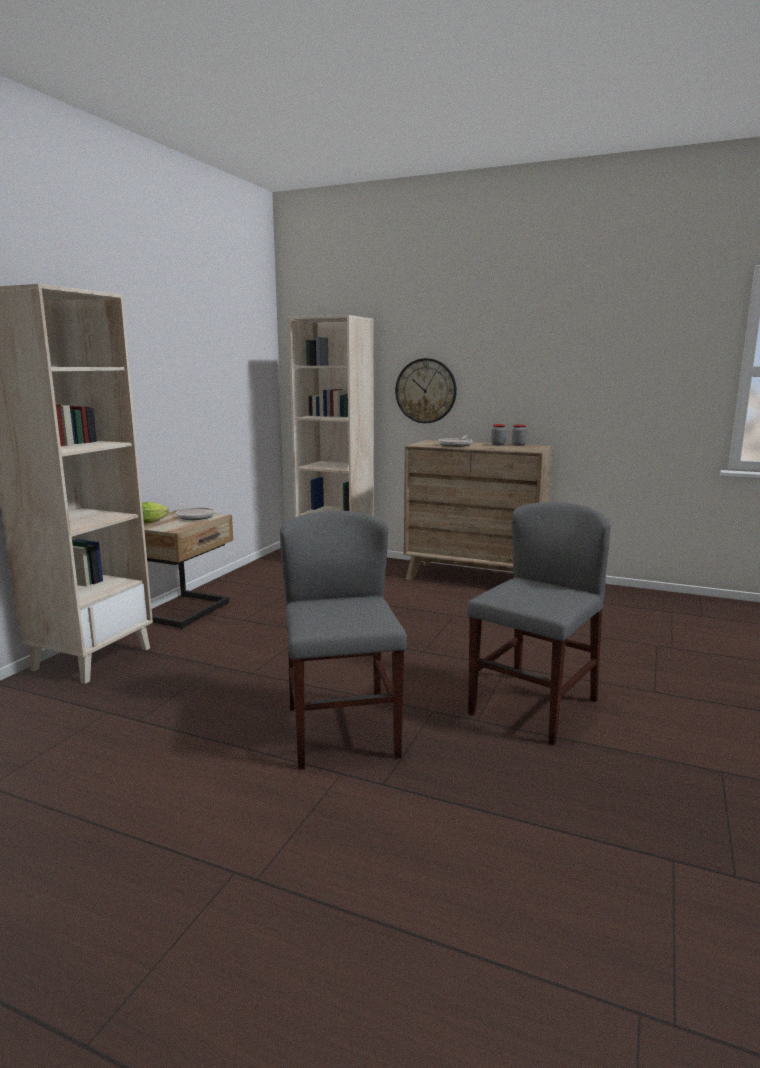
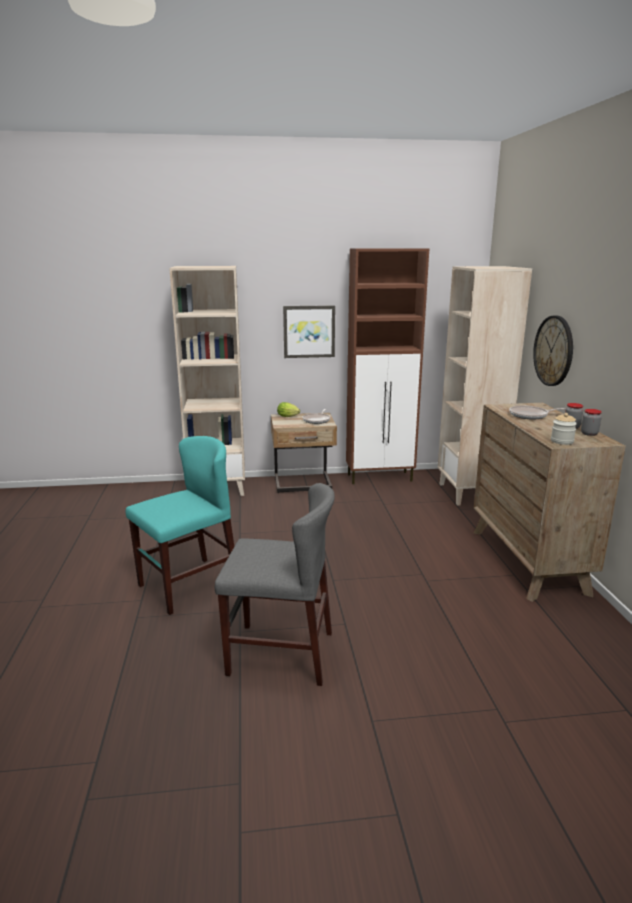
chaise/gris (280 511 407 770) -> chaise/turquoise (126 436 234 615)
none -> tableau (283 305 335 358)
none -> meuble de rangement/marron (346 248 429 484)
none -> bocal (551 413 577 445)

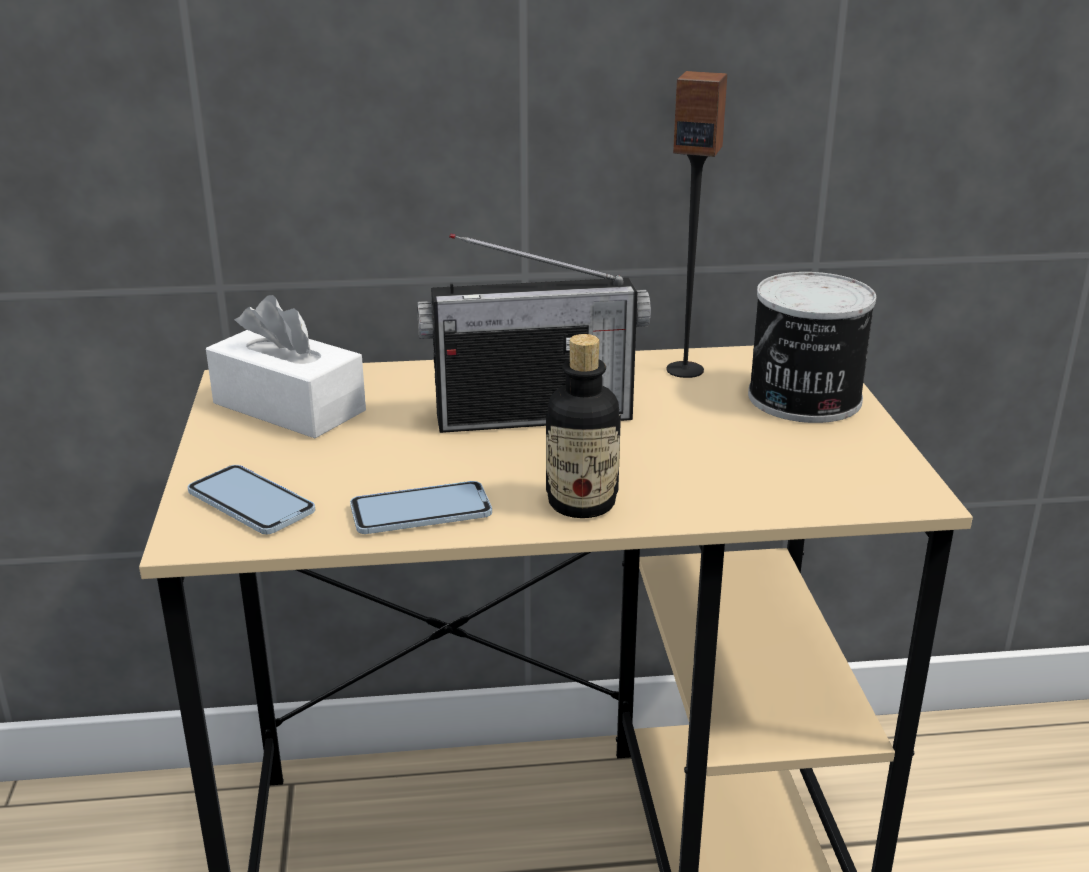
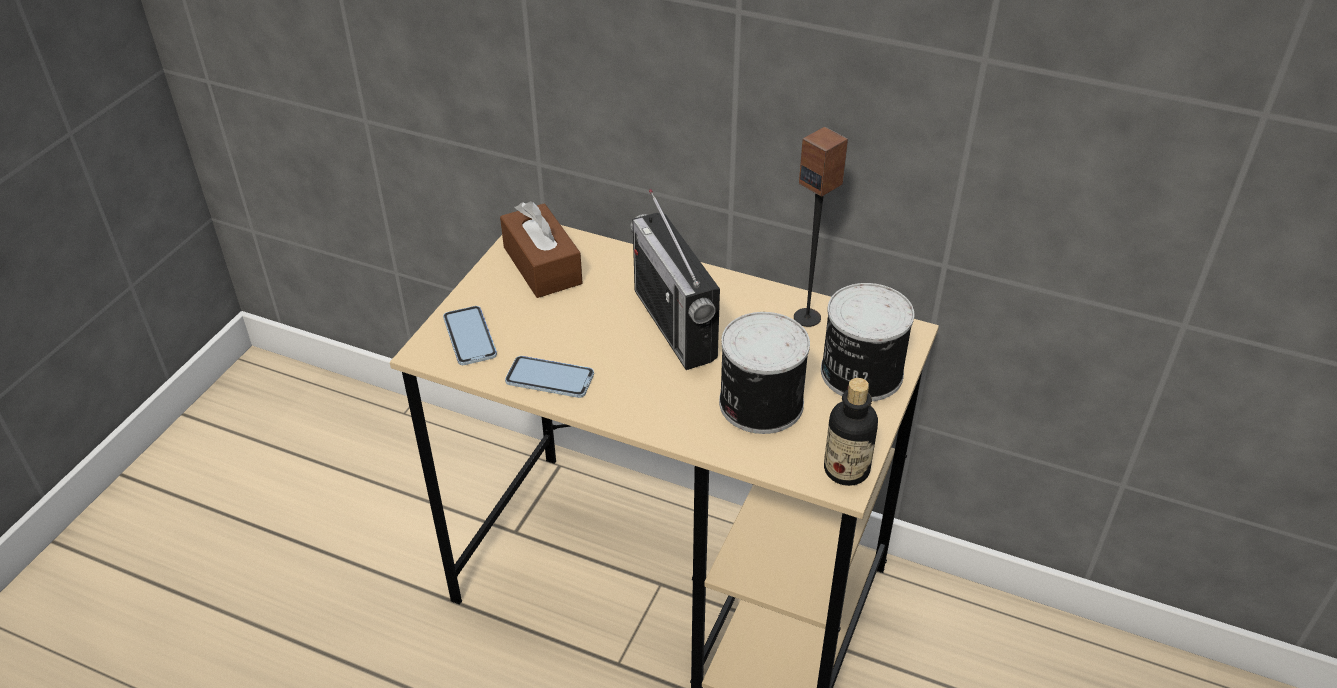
boîte à mouchoirs/blanc (206 295 366 438) -> boîte à mouchoirs/marron (500 201 582 298)
radio (417 233 651 433) -> radio (630 189 720 370), 45 degrees clockwise
bouteille (546 334 621 518) -> bouteille (824 378 878 486), relocated
none -> boîte métallique (719 312 810 434)

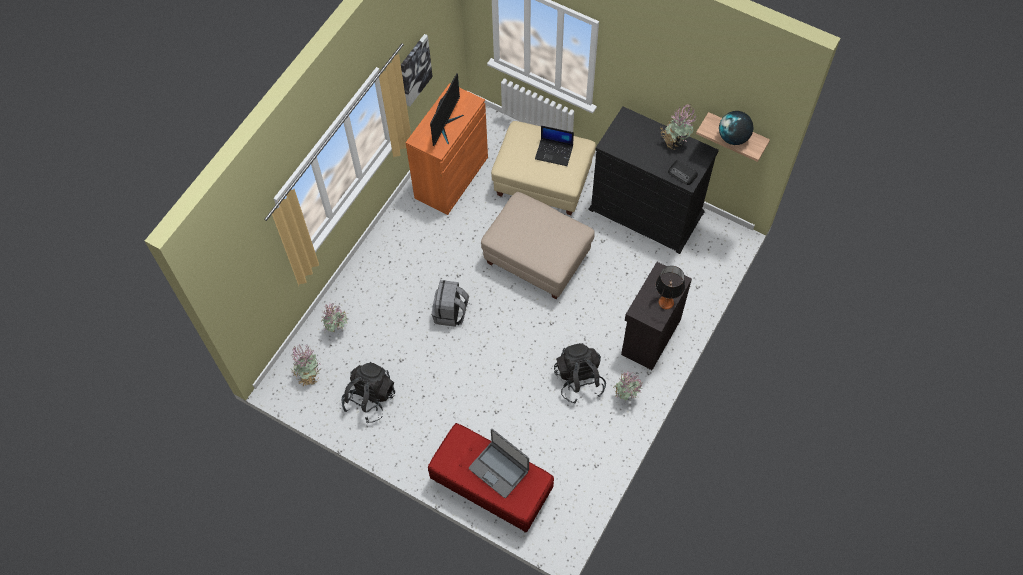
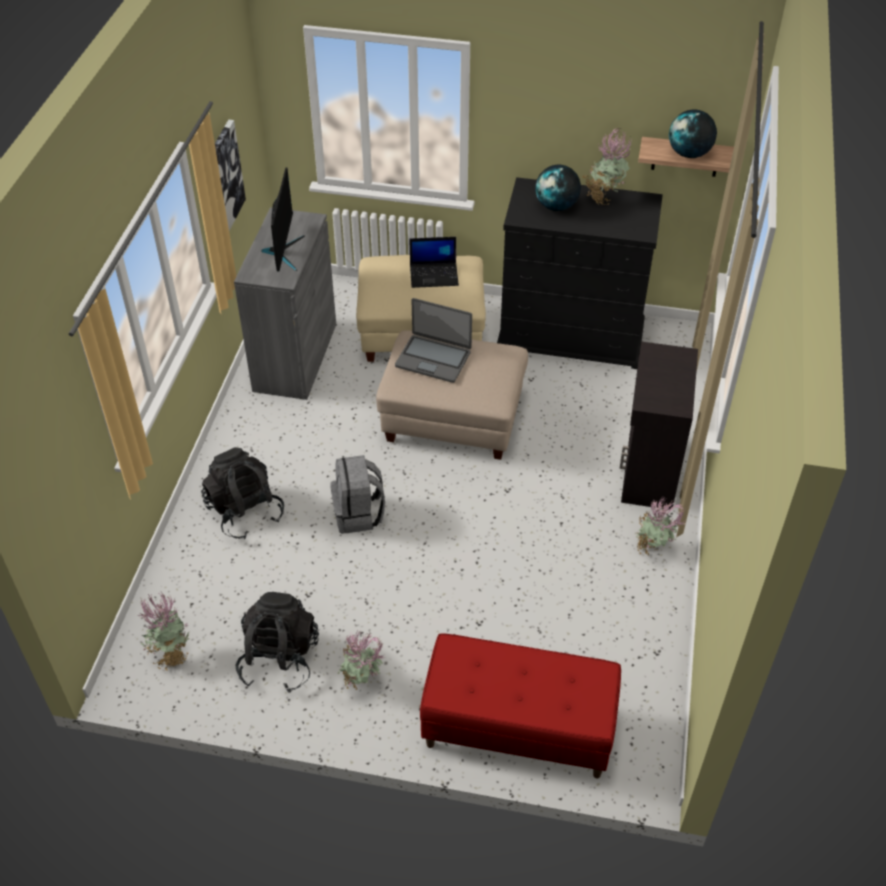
plante en pot (321 303 348 332) -> plante en pot (338 629 386 690), relocated
meuble de rangement/orange (406 83 488 215) -> meuble de rangement/gris (234 207 336 400)
ordinateur portable (469 429 529 498) -> ordinateur portable (395 298 472 383), relocated
sac à dos/noir (554 343 606 403) -> sac à dos/noir (201 447 284 539), relocated
lampe de table (656 266 685 309) -> none
radio (668 160 698 185) -> none
none -> globe (535 165 581 211)

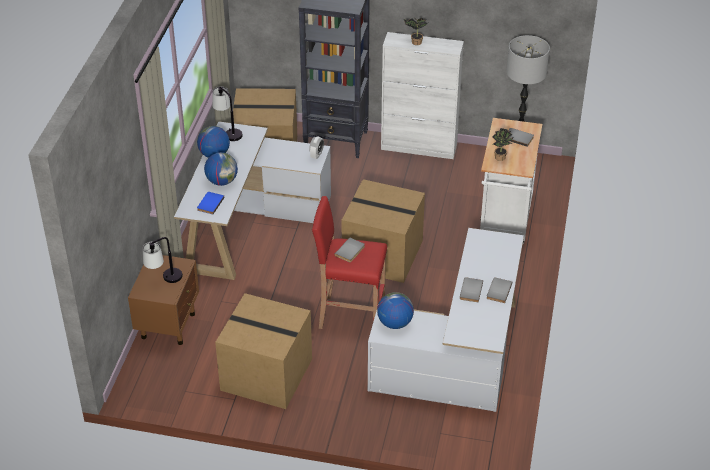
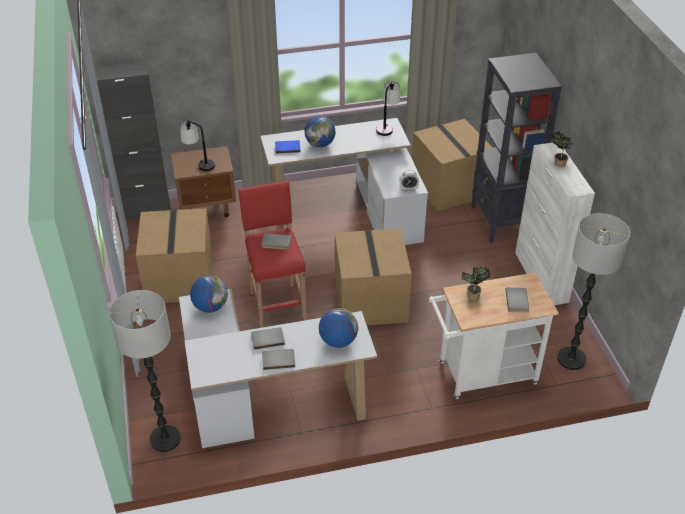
globe (197 126 230 158) -> globe (319 308 358 348), relocated
none -> meuble de rangement/noir (94 62 171 220)
none -> lampadaire (109 290 181 452)

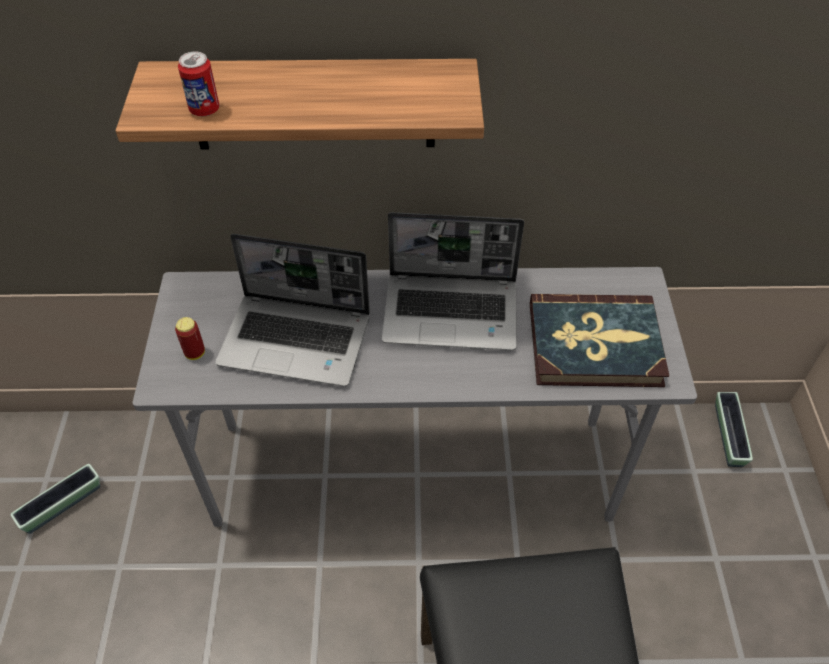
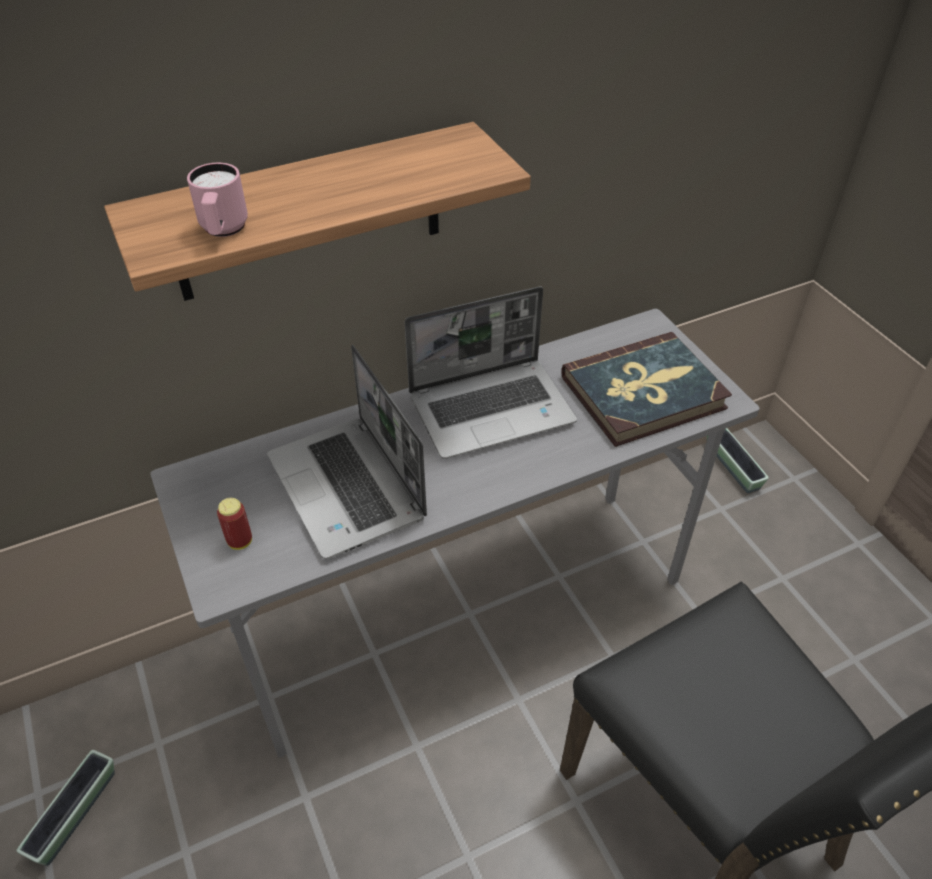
boîte métallique (178 51 219 116) -> mug/rose (187 163 248 237)
ordinateur portable (216 234 370 387) -> ordinateur portable (267 345 427 559), 75 degrees clockwise

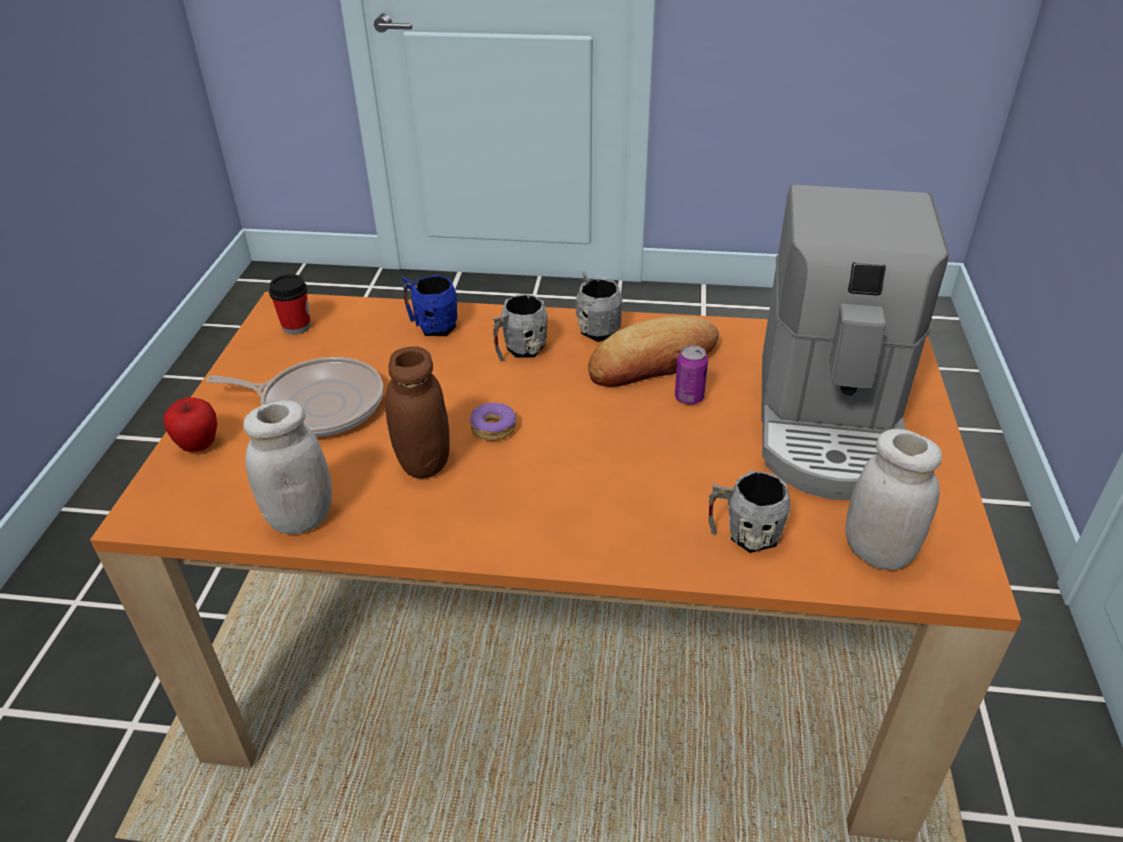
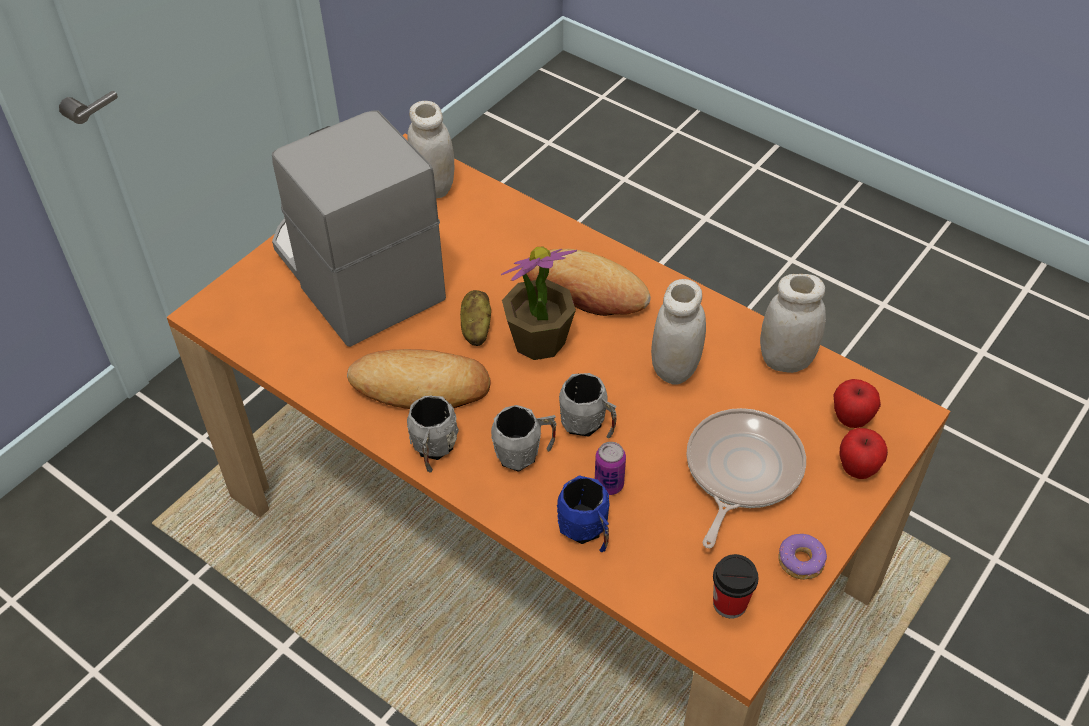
poêle (206 357 383 437) -> poêle (686 408 806 548), 75 degrees clockwise
bocal/marron (385 346 450 479) -> bocal/blanc (651 279 706 385)
beignet (470 402 516 441) -> beignet (778 534 827 580), relocated
boîte métallique (675 345 708 405) -> boîte métallique (595 442 626 495), relocated
mug/gris (709 471 791 553) -> mug/gris (559 373 617 439), relocated
machine à café (761 185 949 500) -> machine à café (272 111 446 347), 75 degrees counterclockwise
none -> pomme de terre (460 290 491 346)
none -> plante en pot (501 247 577 360)
none -> pain (526 249 651 316)
none -> pomme (833 379 881 428)

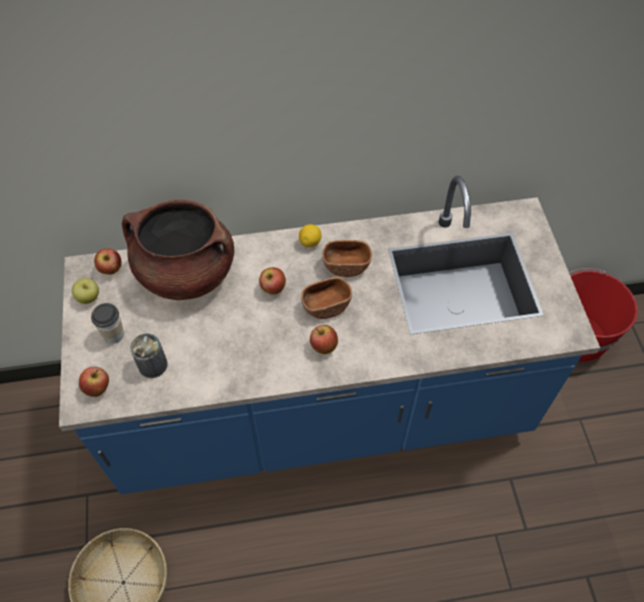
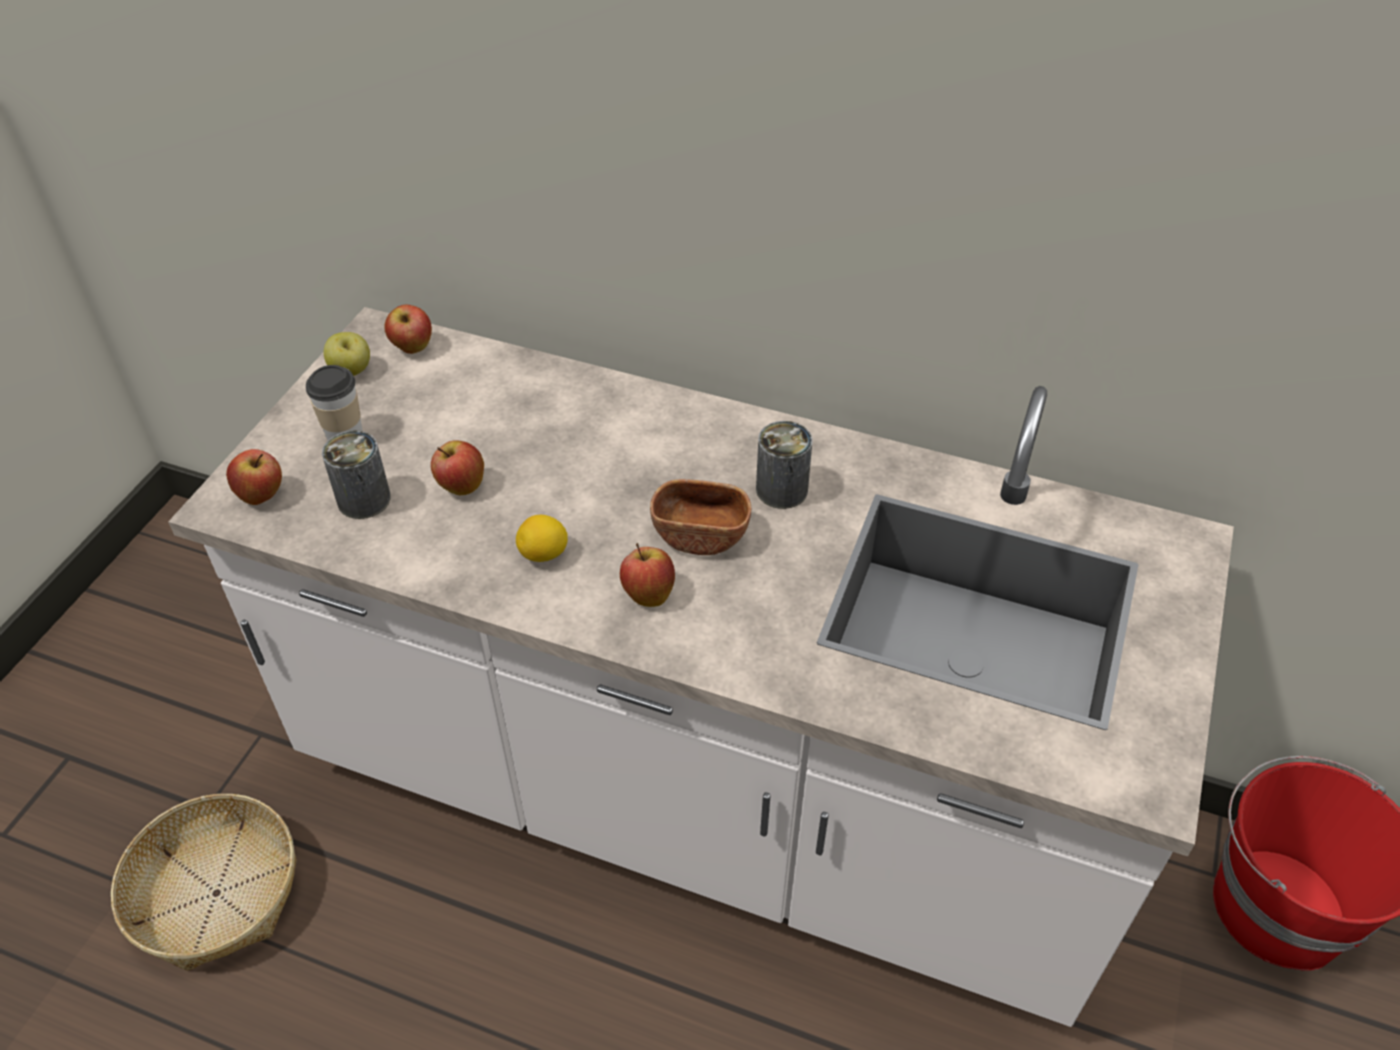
comptoir de cuisine/bleu (59 176 600 494) -> comptoir de cuisine/blanc (168 307 1234 1027)
marmite/marron (122 200 234 300) -> none
pomme (259 267 286 295) -> pomme (431 440 484 495), relocated
citron (299 224 322 247) -> citron (516 515 568 562), relocated
bol/marron (322 240 372 277) -> boîte métallique (756 421 813 509)

